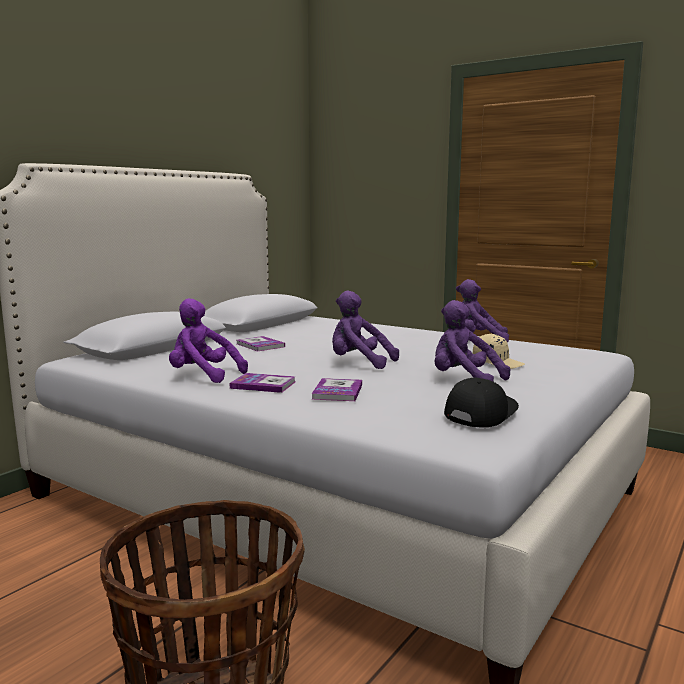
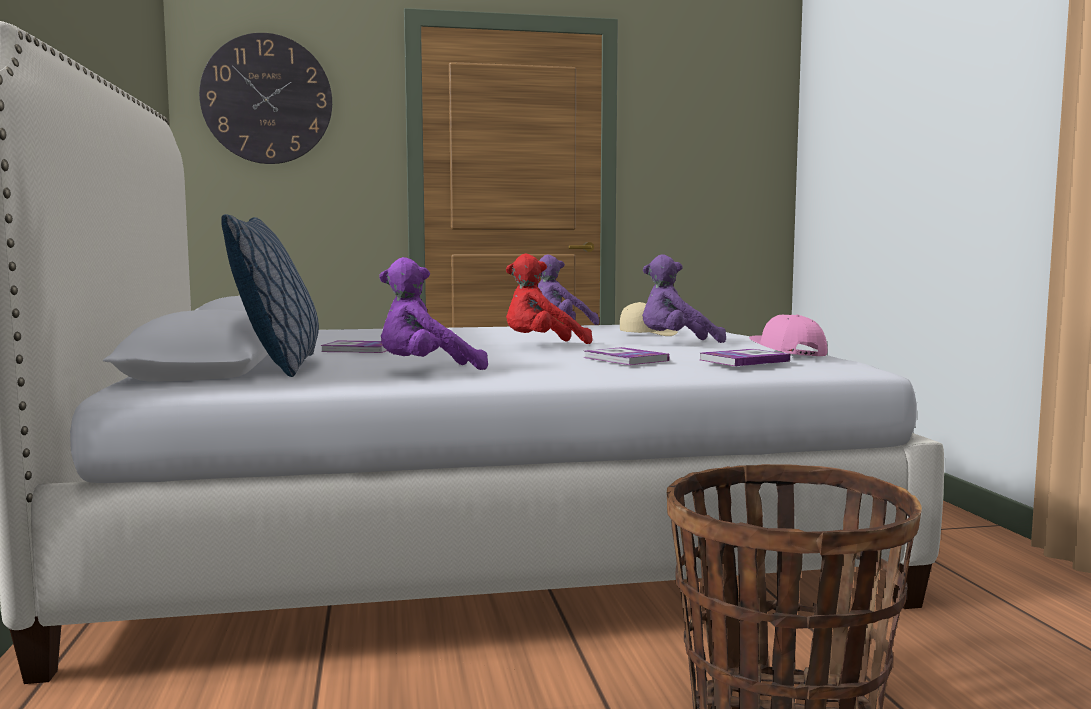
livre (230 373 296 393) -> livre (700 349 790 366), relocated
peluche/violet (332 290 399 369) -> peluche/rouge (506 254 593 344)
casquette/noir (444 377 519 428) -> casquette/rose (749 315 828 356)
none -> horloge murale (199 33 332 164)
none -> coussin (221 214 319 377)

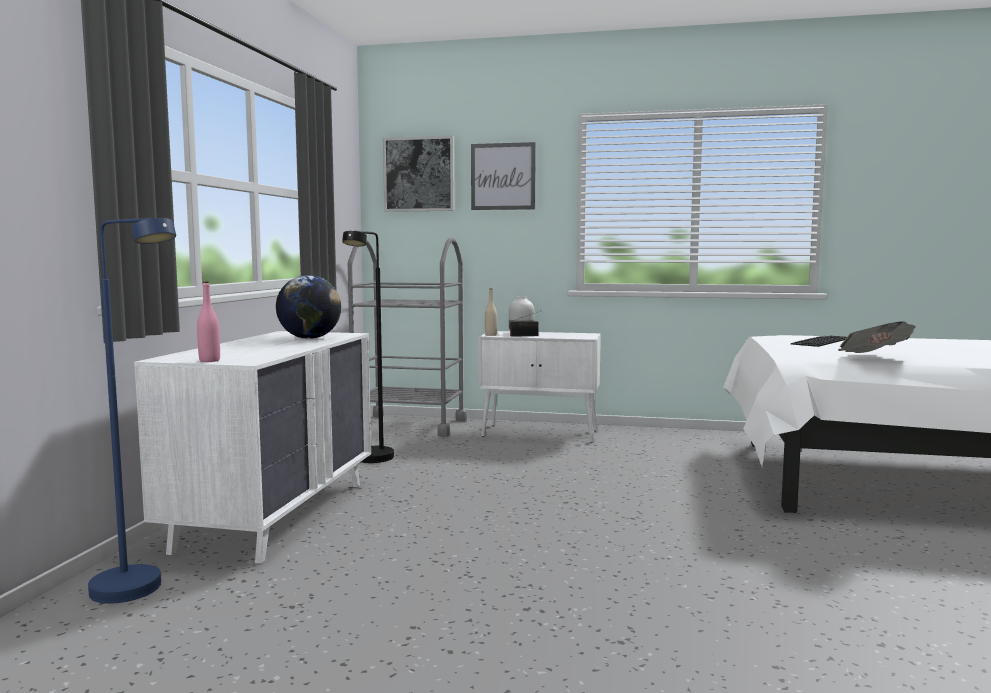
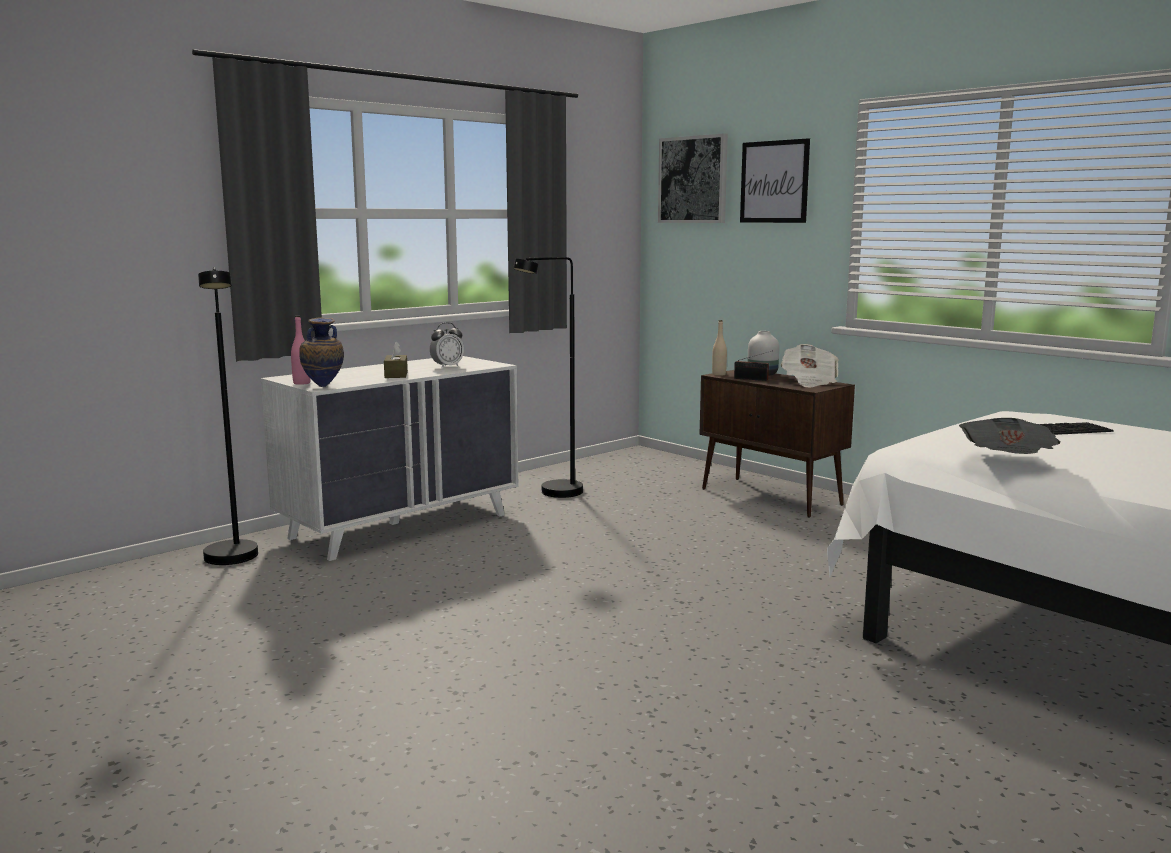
lampadaire/bleu (88 218 176 604) -> lampadaire/noir (198 267 258 565)
globe (276 275 341 339) -> réveil (430 322 464 368)
chariot/gris (348 237 467 437) -> none
meuble de rangement/blanc (478 331 601 443) -> meuble de rangement/marron (699 370 855 518)
none -> vase (299 317 344 387)
none -> boîte à mouchoirs/marron (384 341 408 378)
none -> journal (781 344 838 387)

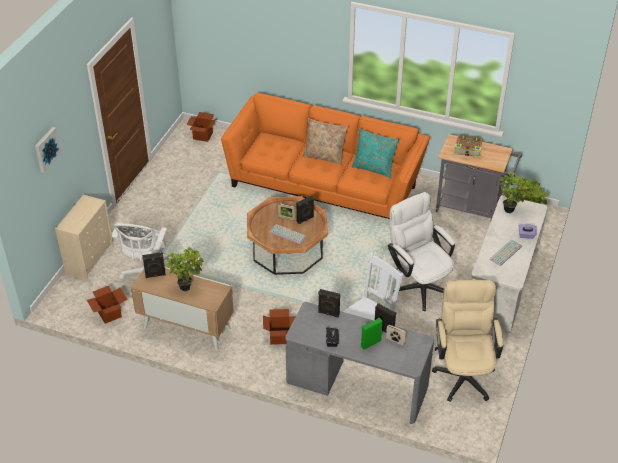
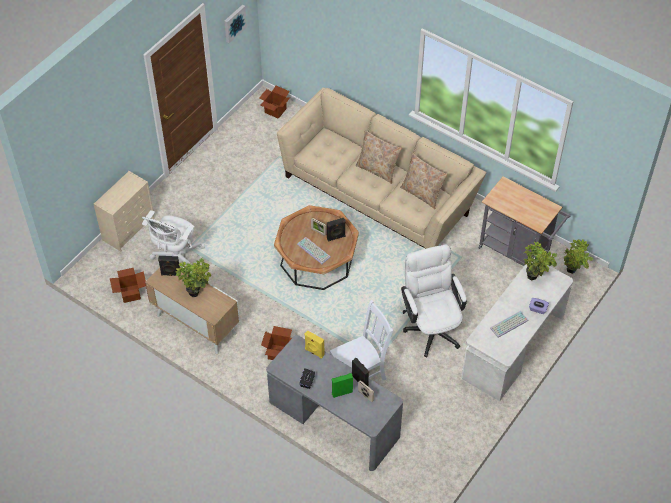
tableau (35 127 61 173) -> tableau (224 5 247 43), relocated
canapé/orange (221 93 430 219) -> canapé/beige (277 87 486 249)
enceinte/noir (318 289 340 317) -> enceinte/jaune (305 330 324 358)
coussin/turquoise (352 128 399 178) -> coussin/beige (400 153 447 209)
chaise de bureau/beige (432 280 503 402) -> none
livre (454 135 482 158) -> none

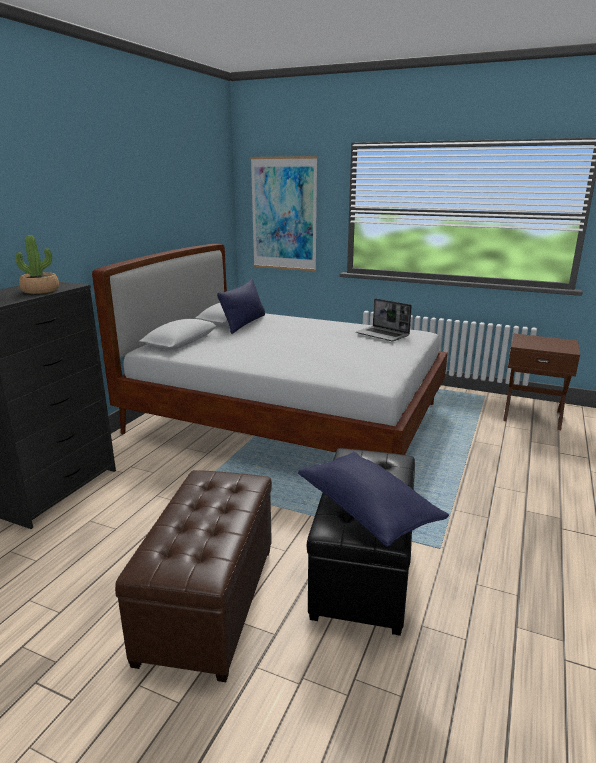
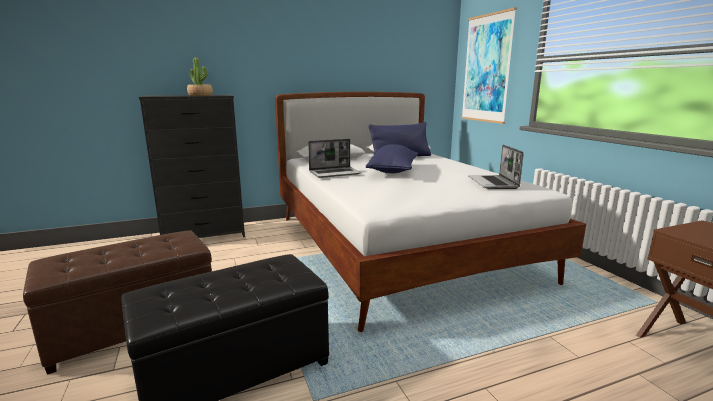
coussin/bleu (298 452 449 547) -> coussin/bleu (366 144 418 173), relocated
none -> ordinateur portable (308 139 361 178)

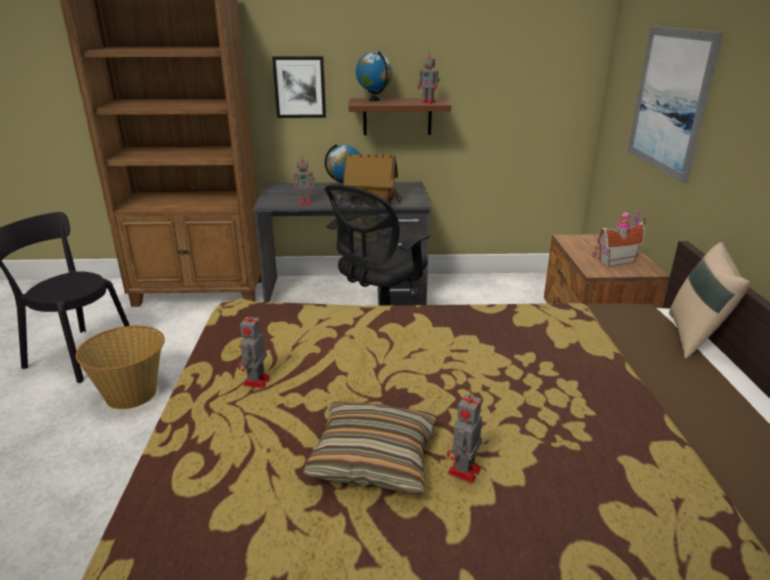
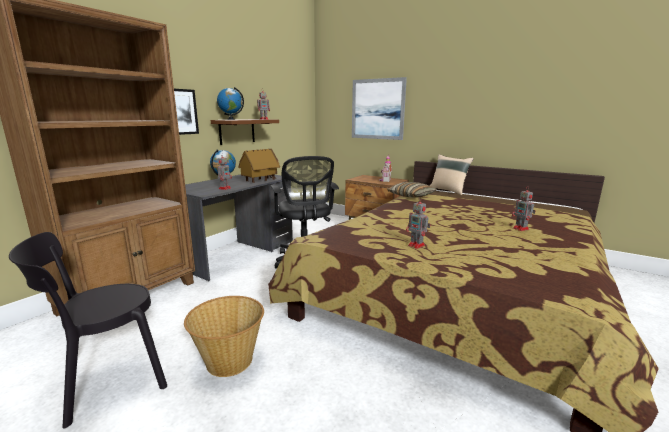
coussin (303 401 437 493) -> coussin (387 182 437 198), relocated

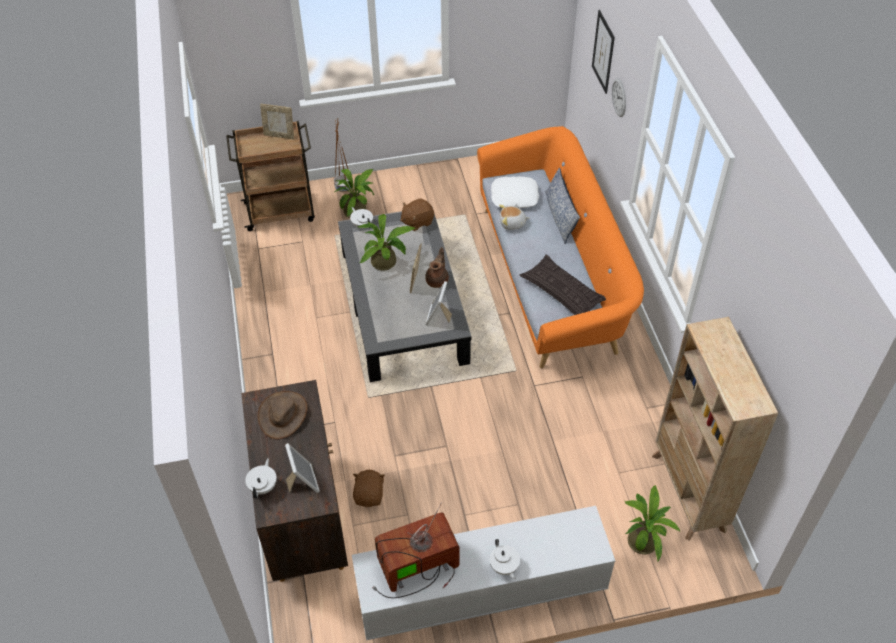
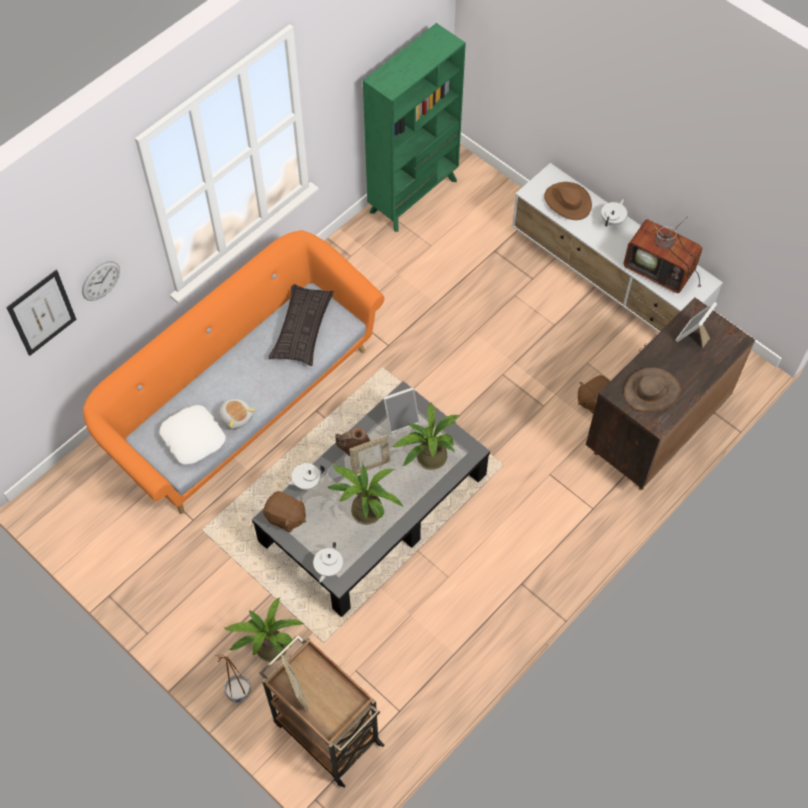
théière/blanc (245 458 277 498) -> théière/blanc (285 463 325 490), relocated
coussin (545 168 580 244) -> none
plante en pot (625 485 680 561) -> plante en pot (392 402 460 470), relocated
bibliothèque/beige (652 317 778 541) -> bibliothèque/vert (363 23 466 232)
none -> chapeau/marron (544 182 592 220)

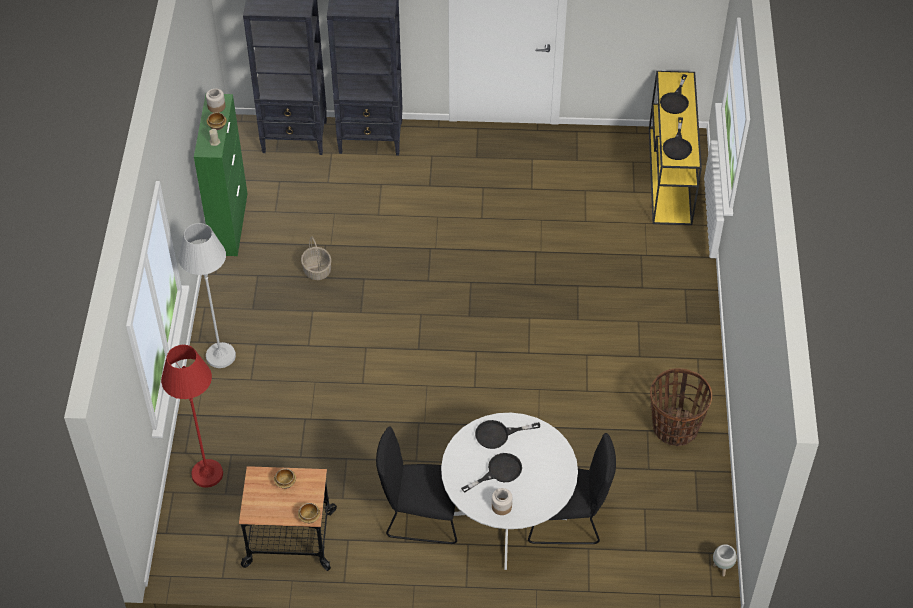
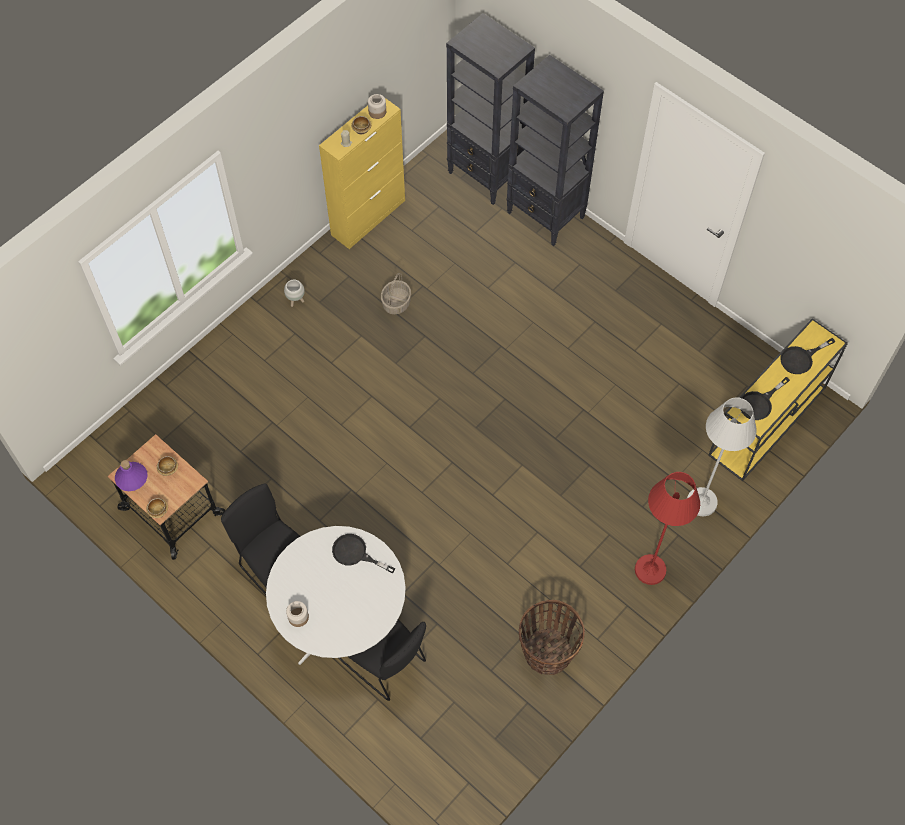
lampadaire/rouge (161 345 223 487) -> lampadaire/rouge (635 472 700 585), relocated
lampadaire/blanc (178 223 236 368) -> lampadaire/blanc (687 397 757 516), relocated
meuble de rangement/vert (194 94 248 256) -> meuble de rangement/jaune (319 97 405 249)
poêle/noir (461 453 522 493) -> none
cache-pot/blanc (713 544 737 576) -> cache-pot/blanc (284 280 305 307), relocated
none -> bouteille/violet (115 460 148 491)

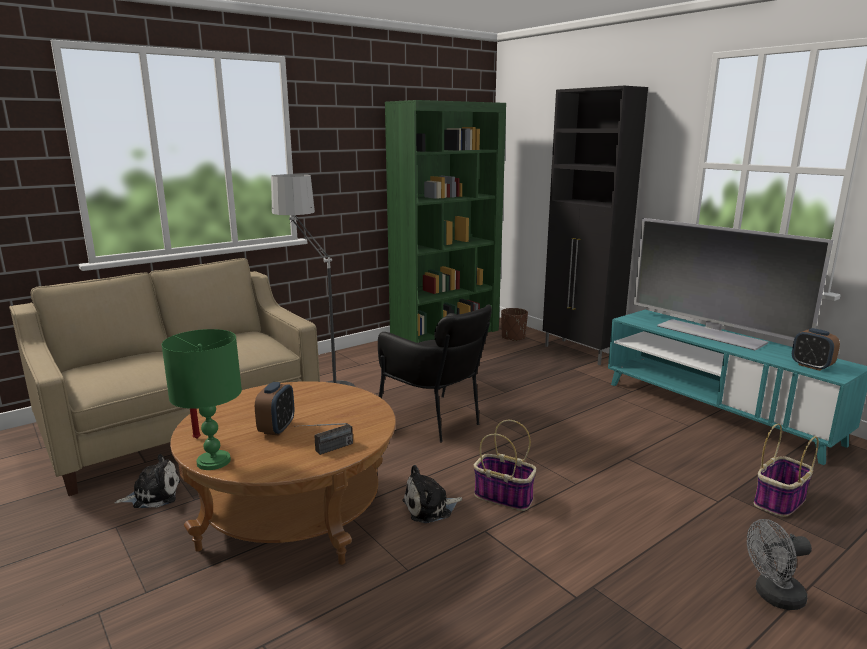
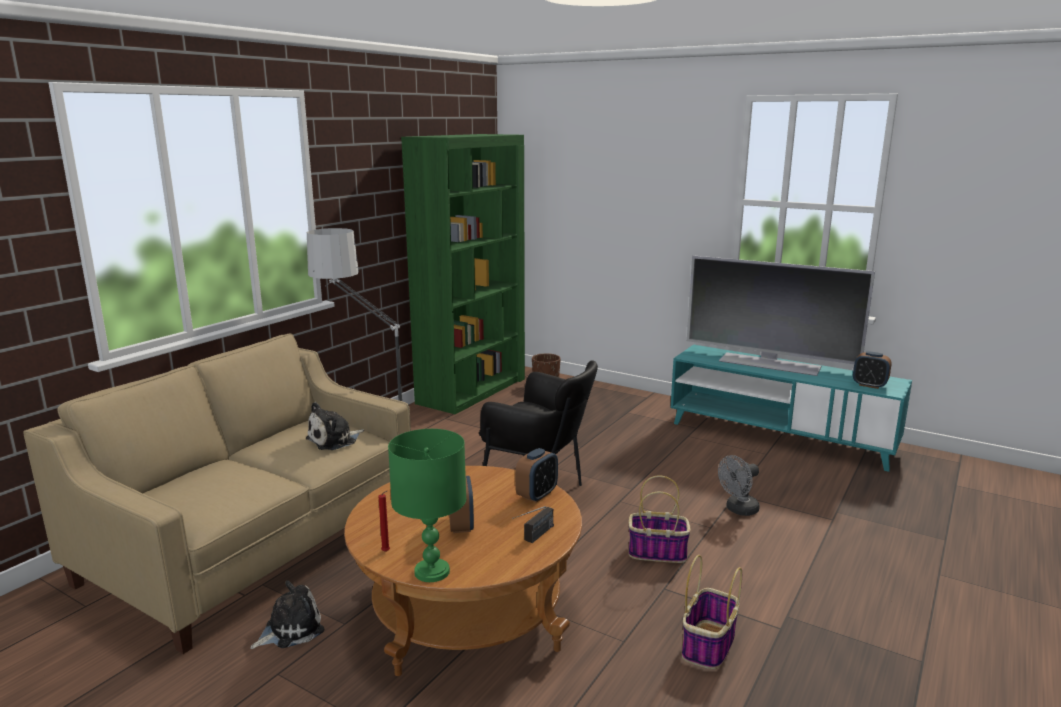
peluche (402 465 462 523) -> peluche (306 402 364 450), relocated
meuble de rangement/noir (543 86 648 365) -> none
ventilateur/gris (747 519 812 610) -> ventilateur/gris (718 455 760 516), relocated
panier (754 423 819 517) -> panier (682 555 742 669), relocated
none -> réveil (515 448 558 503)

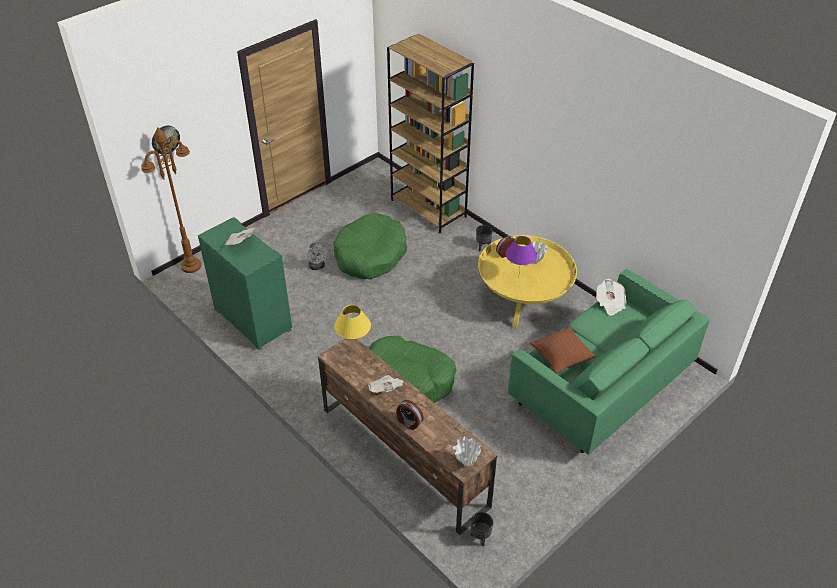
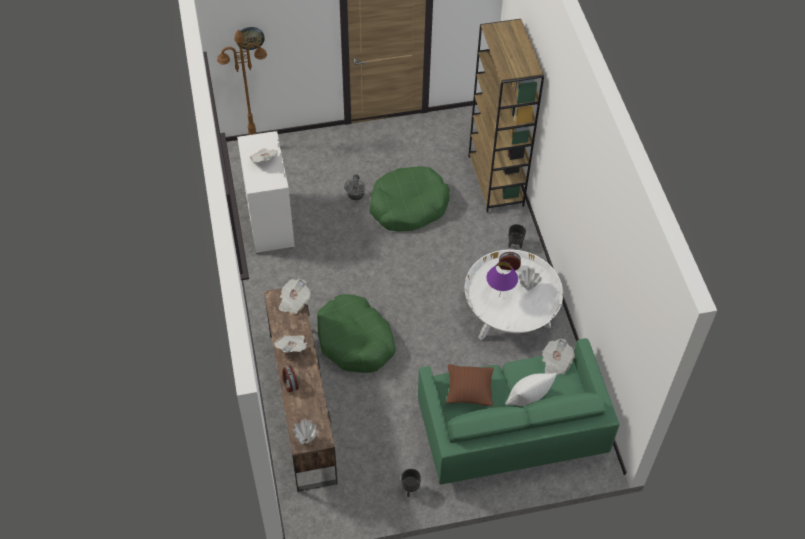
meuble de rangement/vert (198 217 292 350) -> meuble de rangement/blanc (237 131 295 254)
lampe de table/jaune (334 305 371 352) -> journal (279 279 310 314)
cache-pot/noir (471 512 493 546) -> cache-pot/noir (401 469 421 497), relocated
table basse/jaune (478 235 577 329) -> table basse/blanc (465 249 563 340)
none -> coussin/blanc (505 373 557 406)

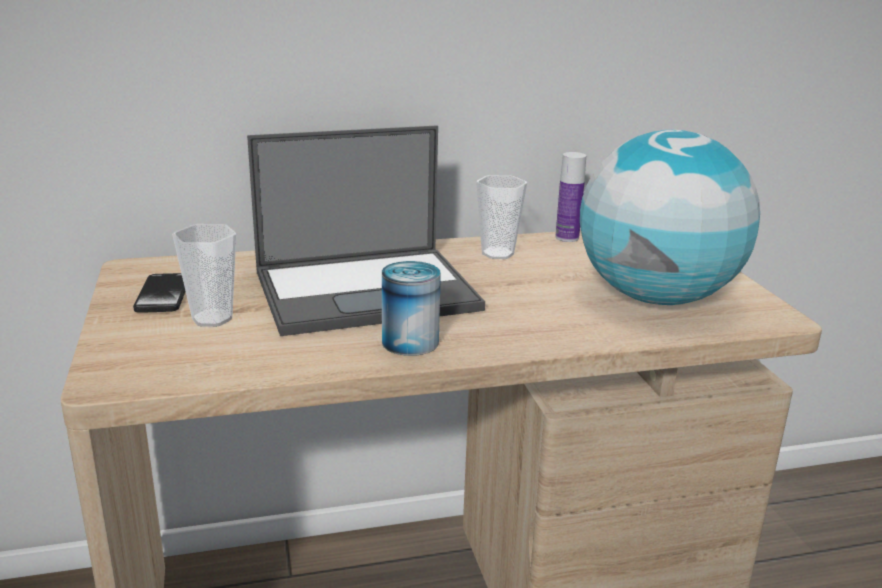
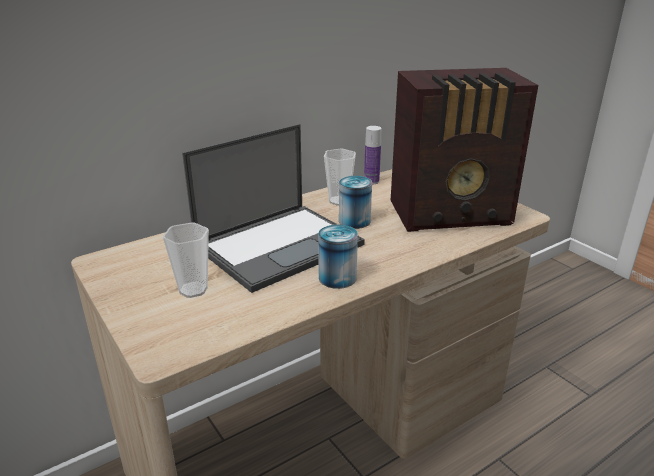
téléphone (133 273 186 313) -> none
globe (580 130 760 305) -> radio (391 68 538 232)
none -> boîte métallique (339 176 372 229)

